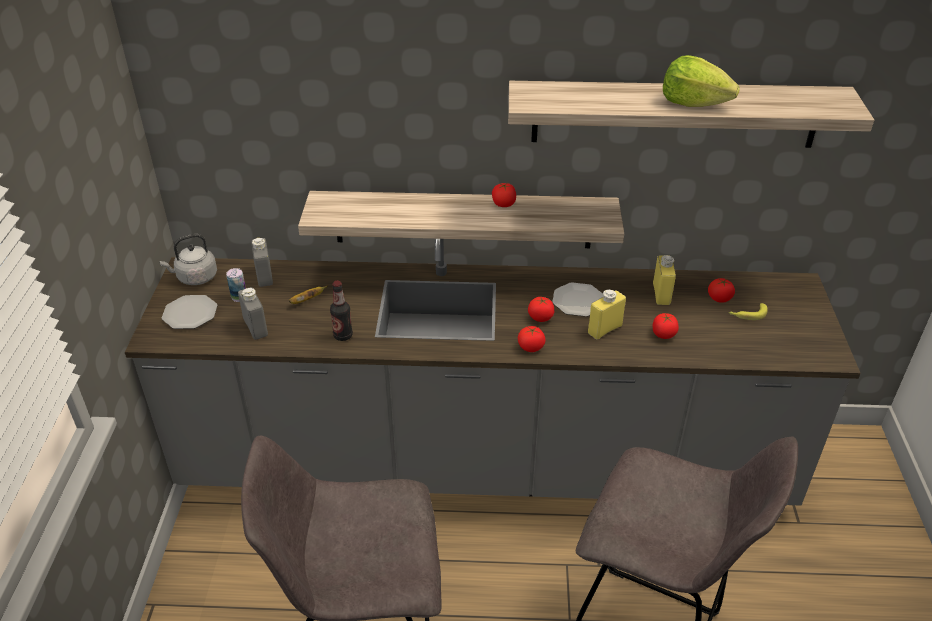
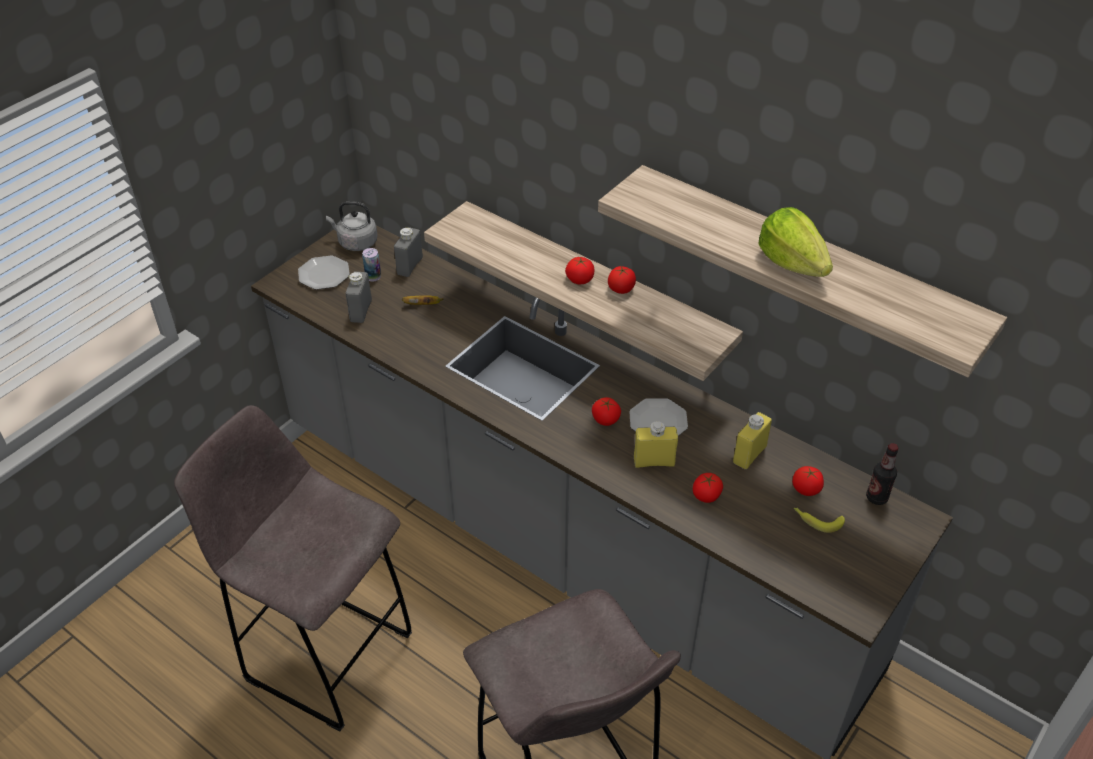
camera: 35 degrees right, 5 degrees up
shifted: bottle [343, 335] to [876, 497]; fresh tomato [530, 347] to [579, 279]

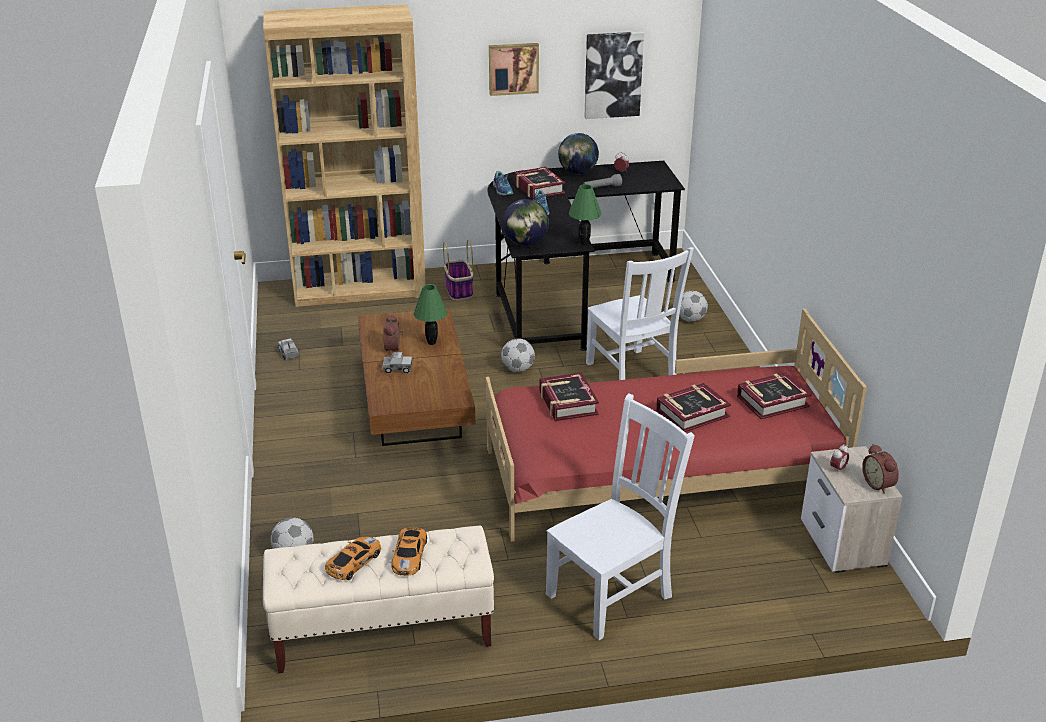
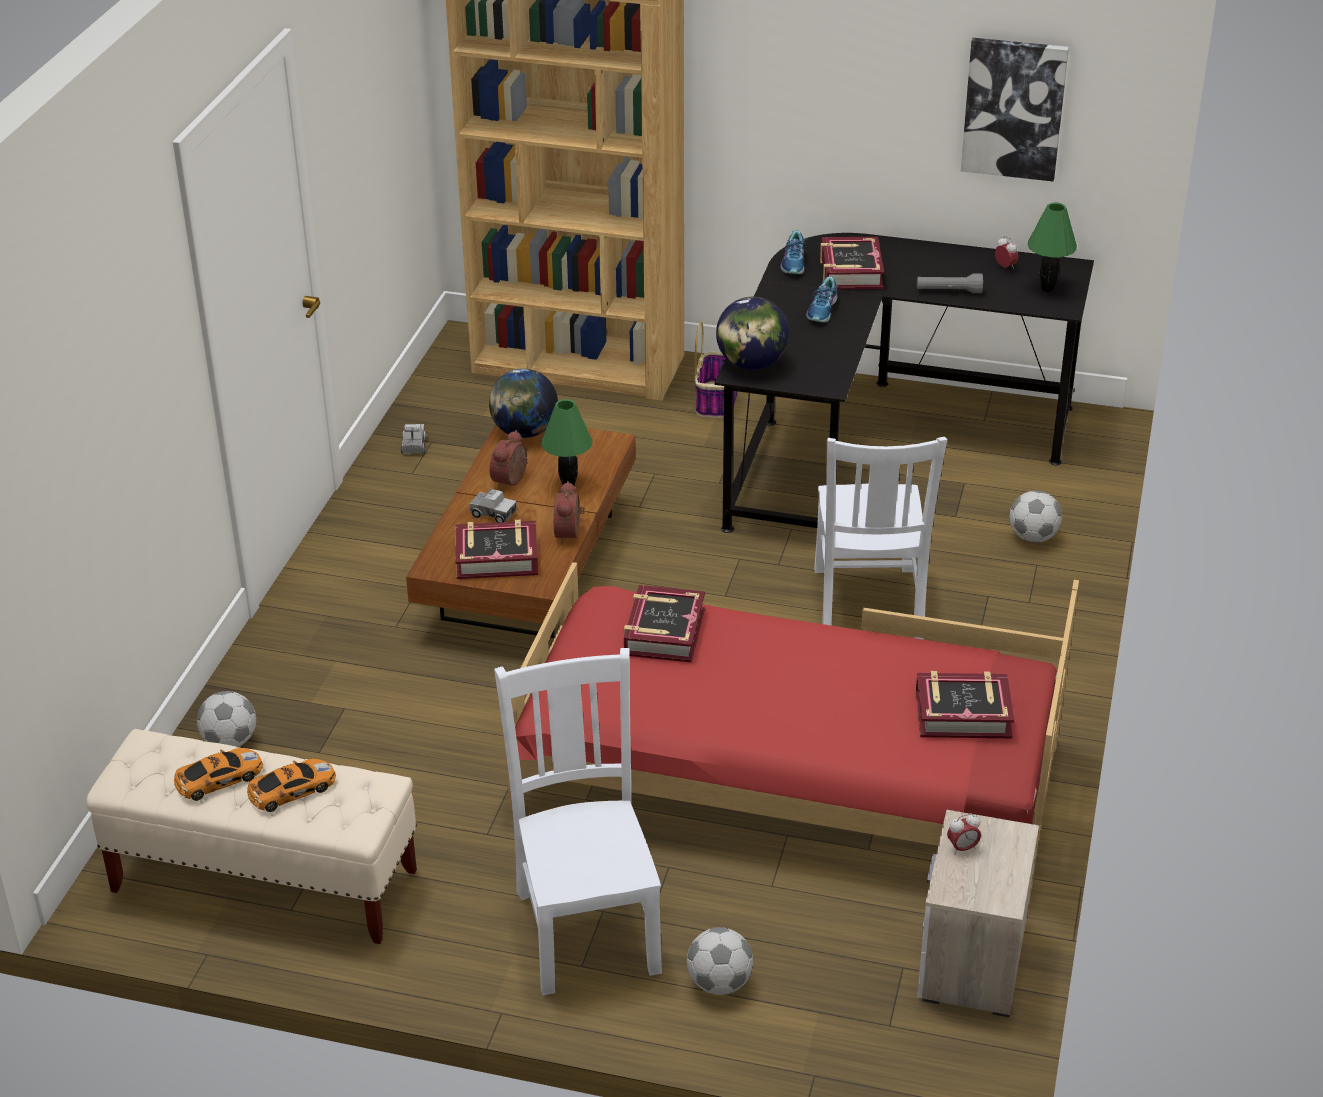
camera: 25 degrees right, 5 degrees up
gone: wall picture [513, 68]
shifted: football ball [518, 369] to [719, 984]; globe [577, 173] to [524, 432]; green tabletop lamp [584, 243] to [1047, 289]; bound book [692, 413] to [497, 557]; table clock [879, 484] to [570, 533]
rotated: model car [409, 555] = [290, 790] 150 degrees counterclockwise; white plain chair [612, 594] = [587, 927] 90 degrees counterclockwise

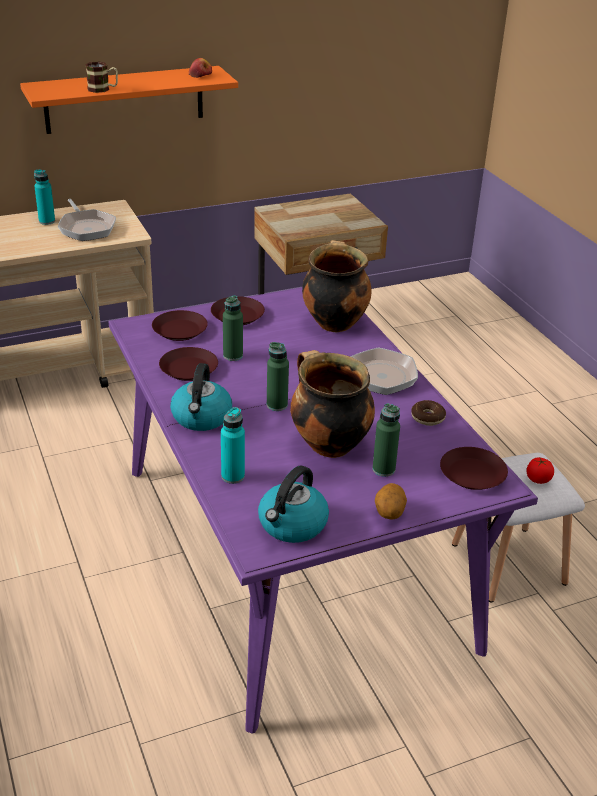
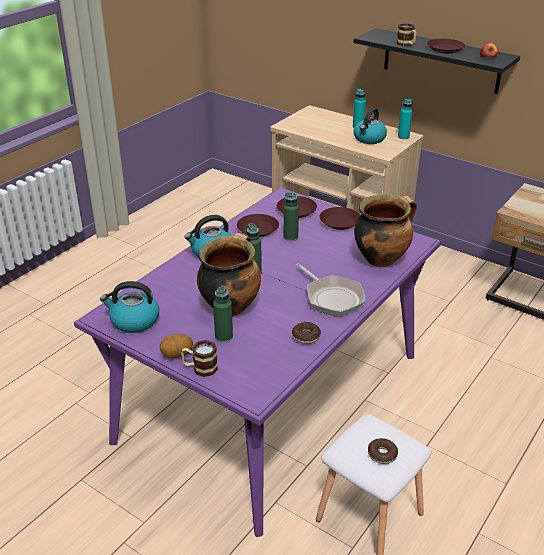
camera: 60 degrees right, 0 degrees up
new: coffee mug [200, 368]
shifted: turquoise bottle [233, 476] to [403, 137]; brown-coloured plate [473, 474] to [445, 49]
swapped: skillet [86, 228] to kettle [369, 139]; fresh tomato [538, 479] to ring doughnut [382, 454]
repainted: orangey bracket shelf [124, 99] to black bracket shelf [441, 61]

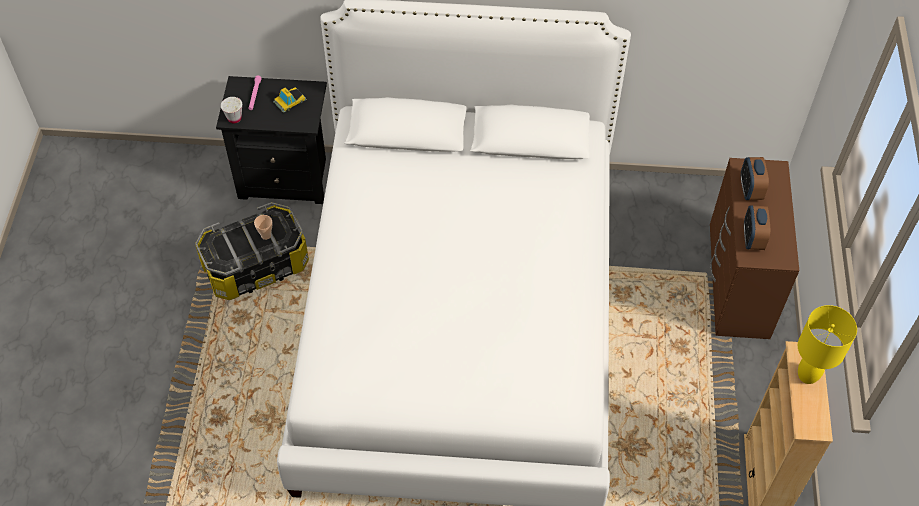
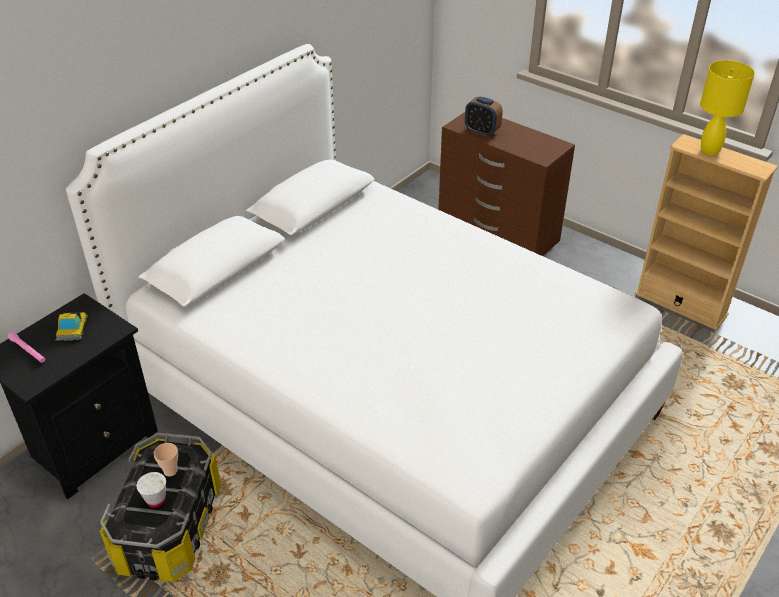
camera: 55 degrees left, 15 degrees down
gone: table clock [752, 239]
shifted: white cup [234, 118] to [156, 500]

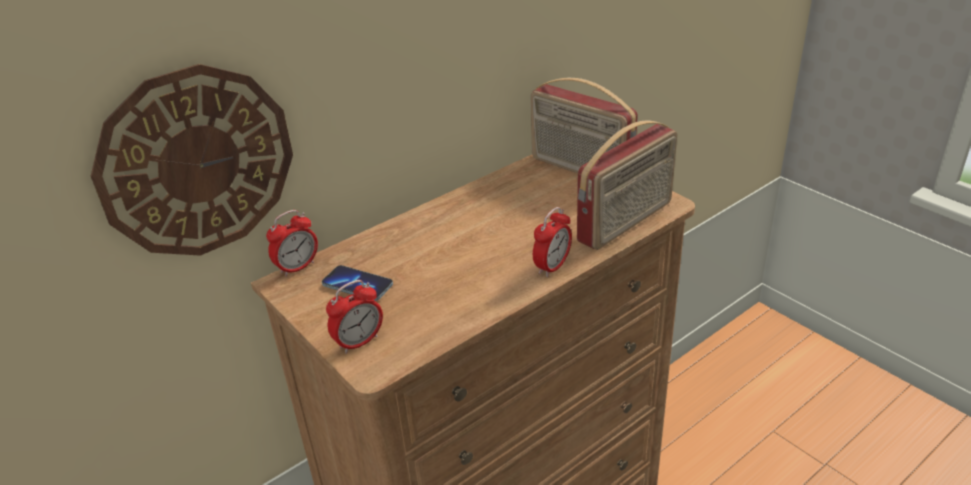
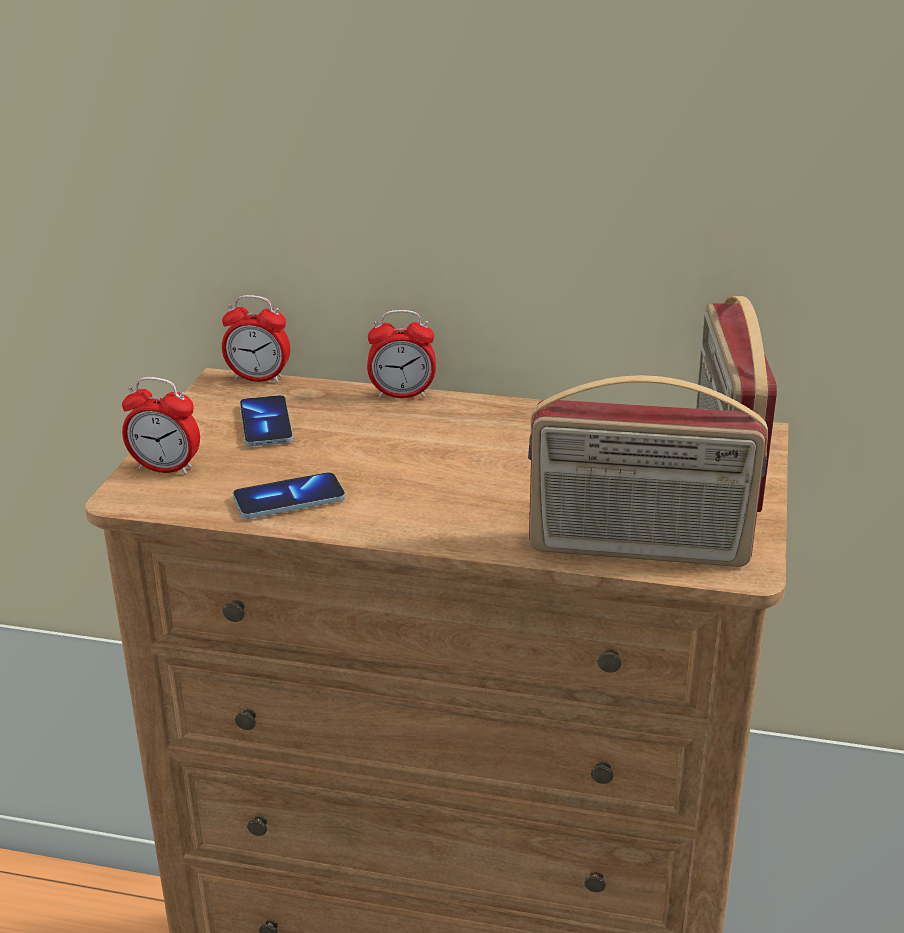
camera: 50 degrees right, 5 degrees down
gone: clock on the wall [197, 163]
new: phone [289, 499]
shifted: table clock [552, 267] to [402, 395]

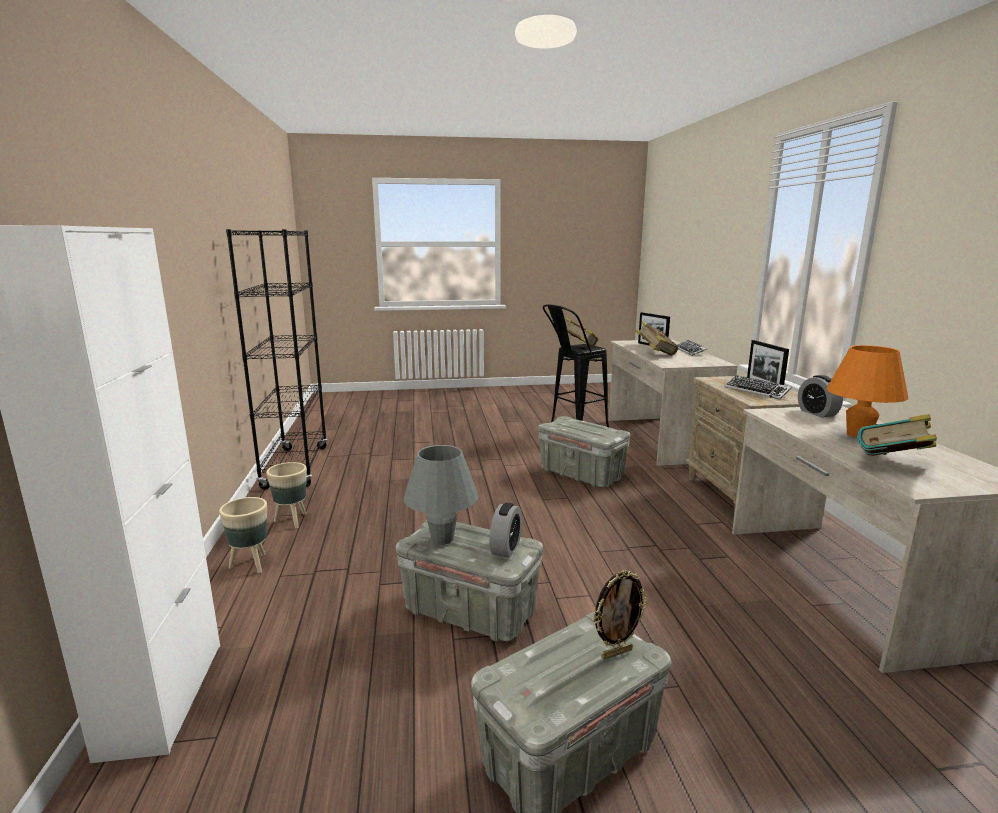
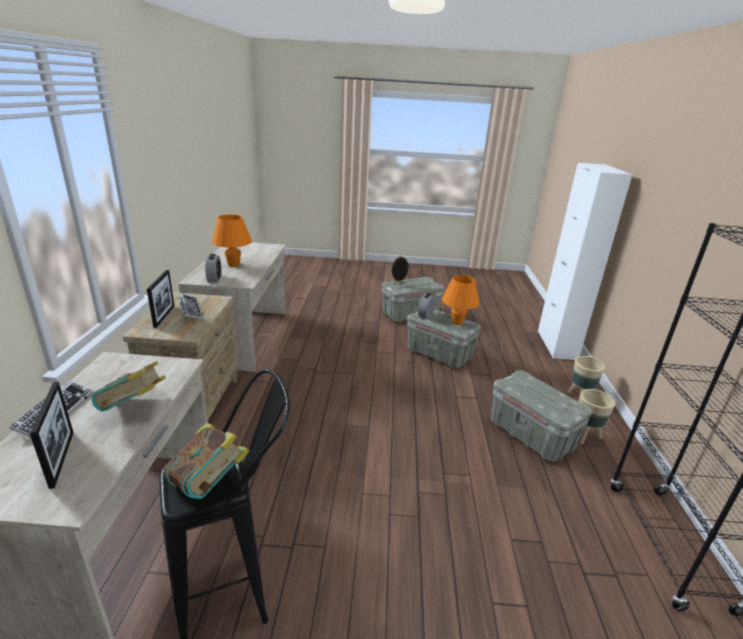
camera: 170 degrees left, 10 degrees up
gone: bound book [892, 465]
shifted: grey storage box [582, 474] to [530, 435]
repainted: grey tabletop lamp [442, 539] to orangey tabletop lamp [457, 322]

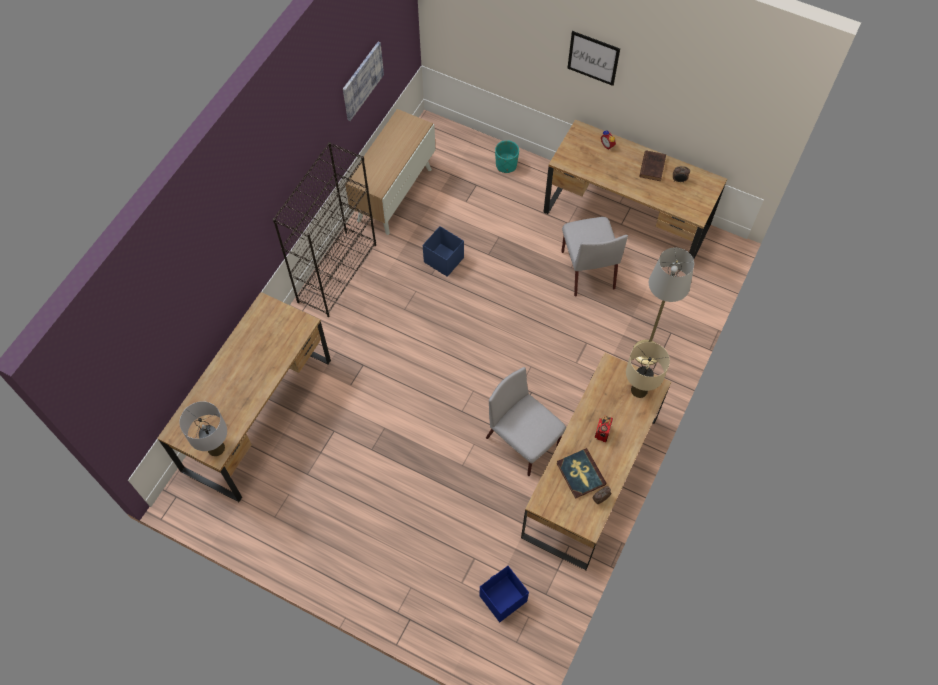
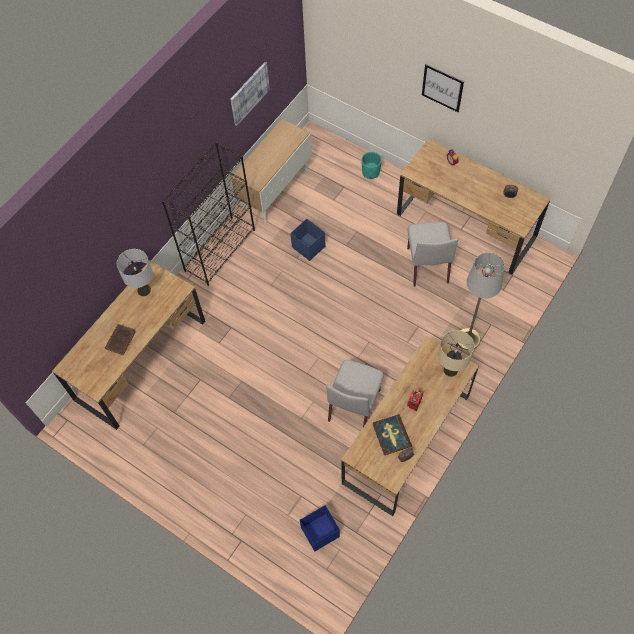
camera: 10 degrees right, 0 degrees up
shifted: grey tabletop lamp [216, 448] to [144, 290]; brown-coloured bound book [652, 166] to [121, 339]
rotated: grey plain chair [523, 442] = [354, 404] 120 degrees counterclockwise

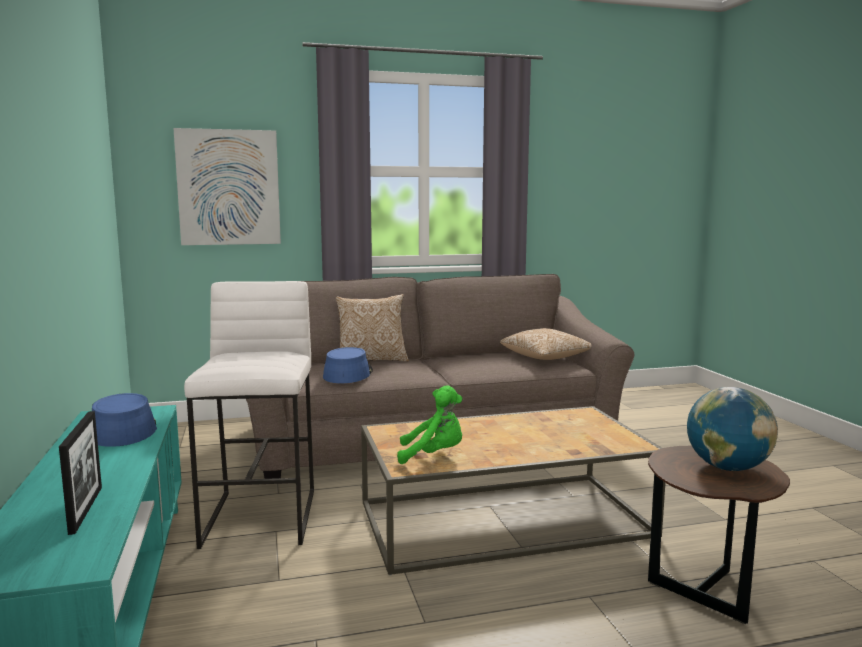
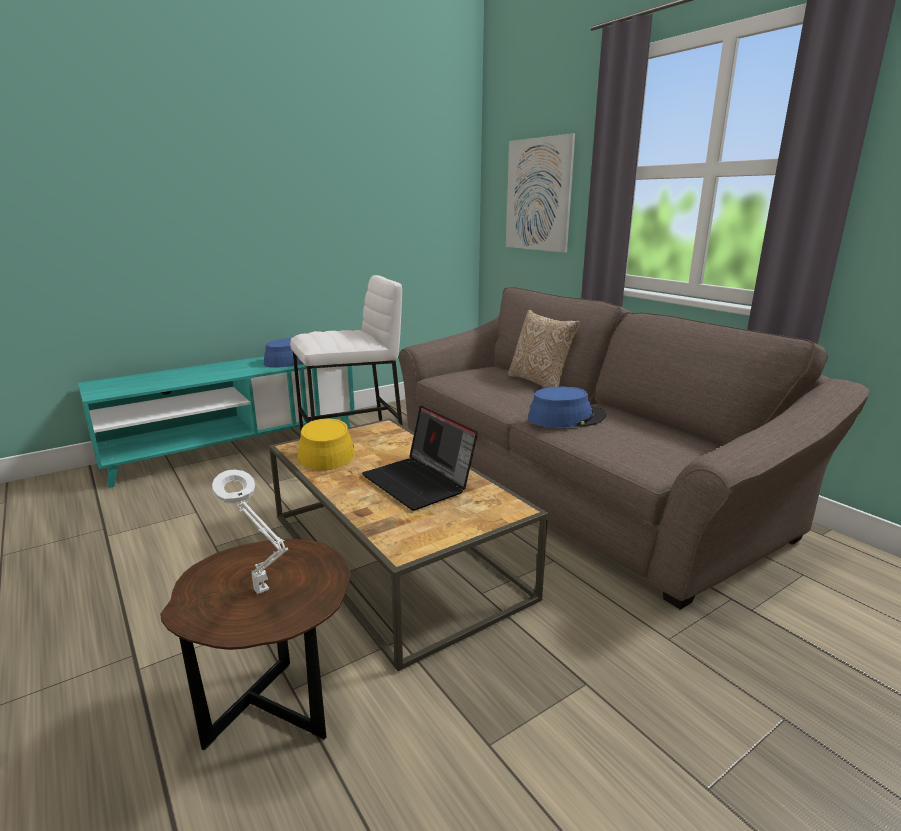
camera: 70 degrees right, 10 degrees up
gone: photo frame [86, 509]; pillow [546, 358]
new: notebook computer [420, 482]
shifted: bluish hat [348, 374] to [566, 418]
swapped: green cuddly toy [433, 455] to yellow hat [326, 452]; globe [727, 468] to white tabletop lamp [263, 593]

